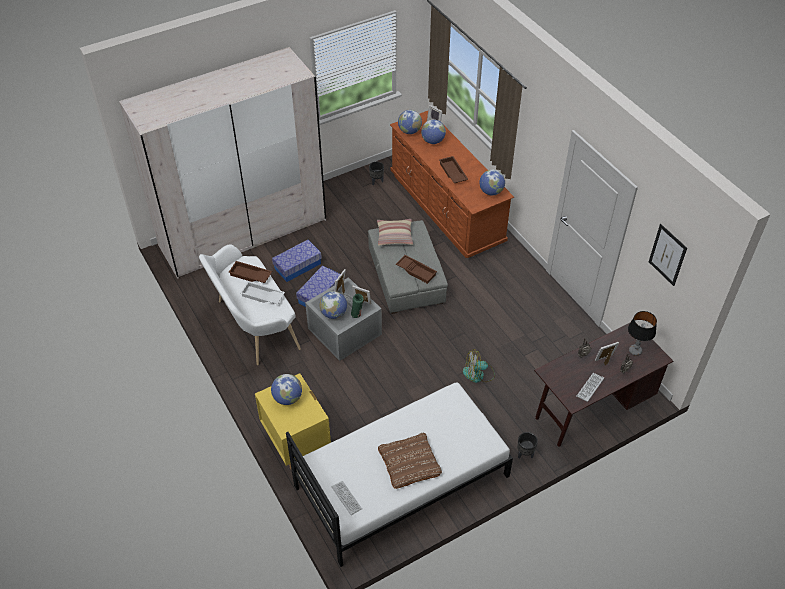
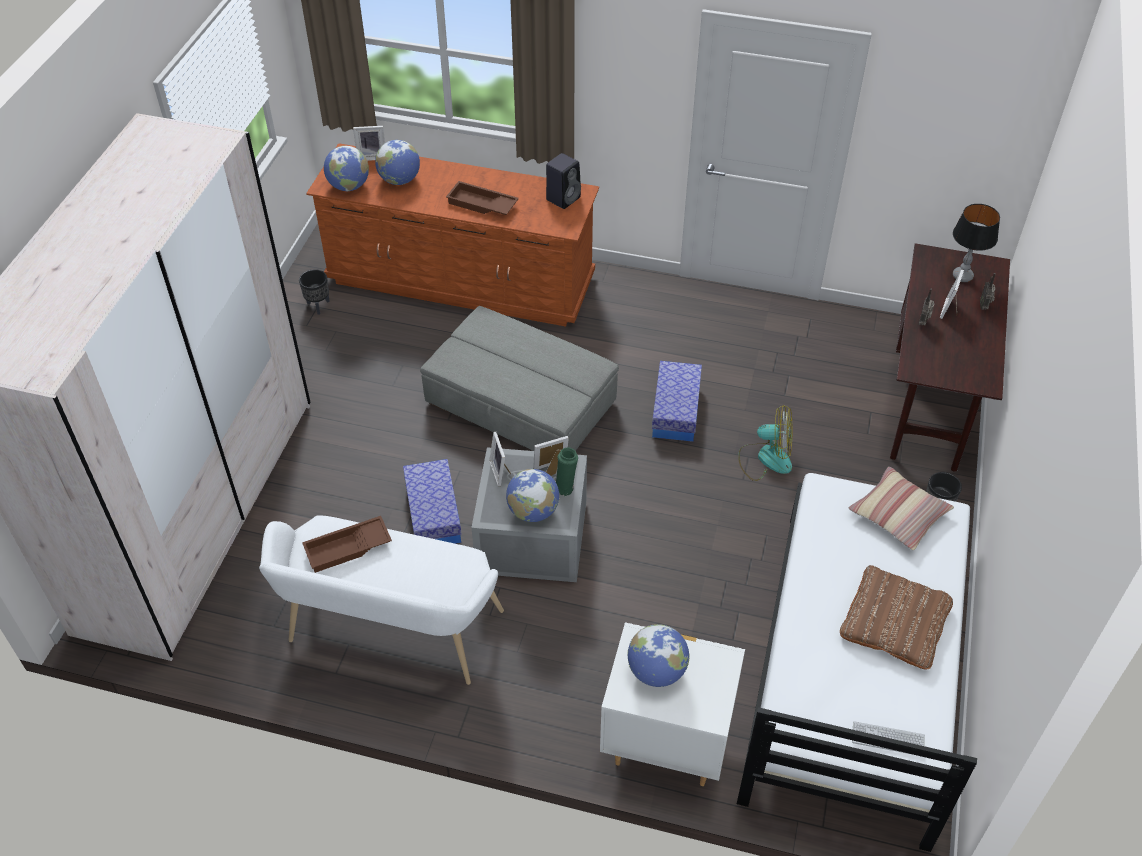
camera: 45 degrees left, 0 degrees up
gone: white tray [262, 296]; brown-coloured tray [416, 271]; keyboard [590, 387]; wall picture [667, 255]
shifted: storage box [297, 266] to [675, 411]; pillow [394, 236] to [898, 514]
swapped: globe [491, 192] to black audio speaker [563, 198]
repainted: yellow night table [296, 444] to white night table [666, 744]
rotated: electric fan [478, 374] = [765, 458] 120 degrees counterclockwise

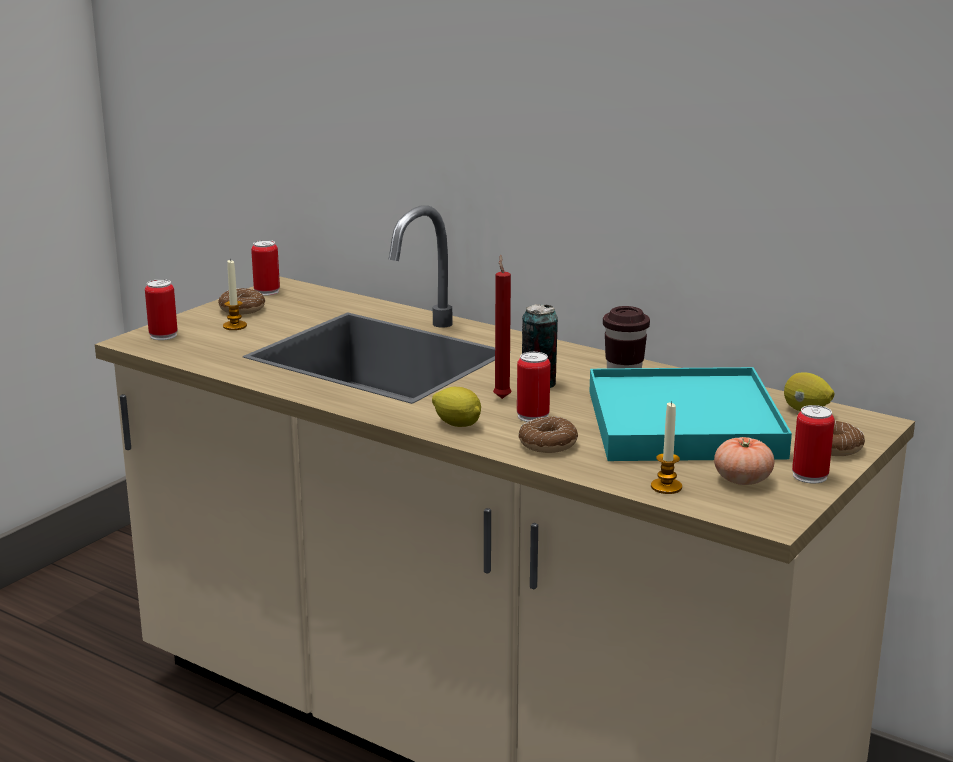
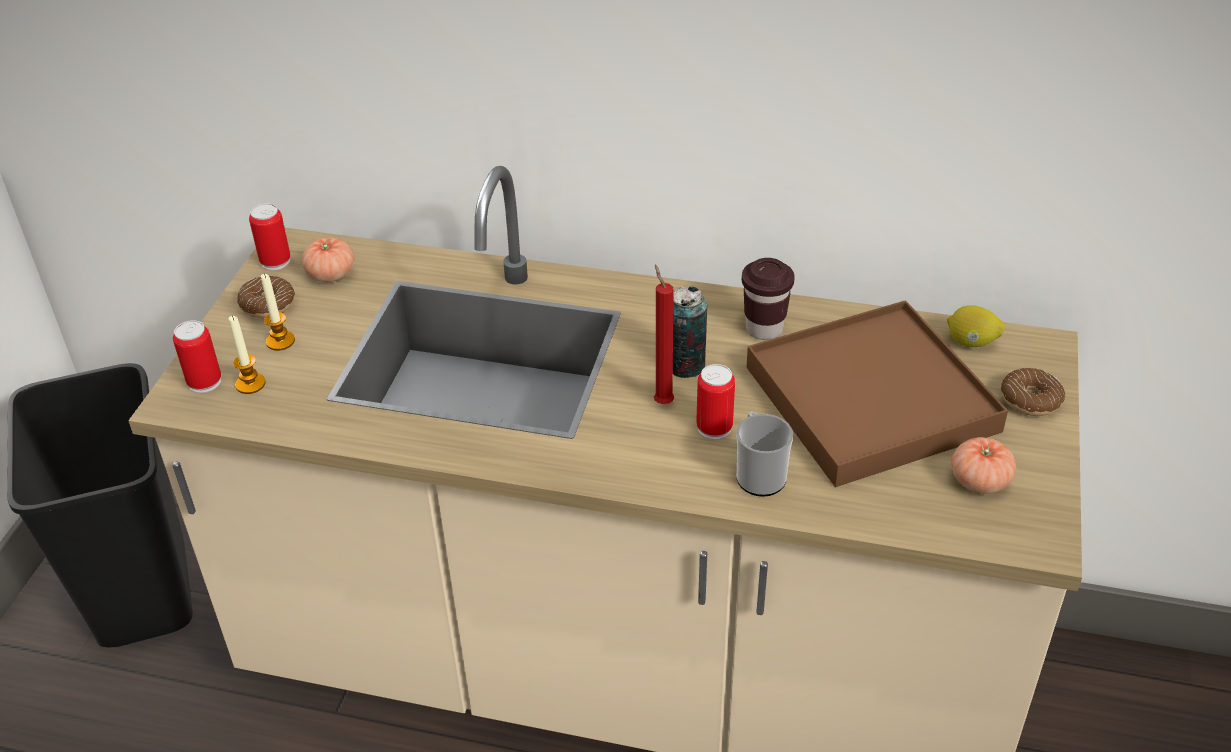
camera: 20 degrees left, 20 degrees up
gone: lemon [457, 424]; can [810, 476]
new: black trash can [145, 593]; fresh tomato [331, 274]
shifted: wax candle [666, 487] to [250, 384]
swapped: ring doughnut [548, 444] to coffee mug [759, 474]
repainted: turquoise tray [683, 424] to brown-coloured tray [870, 399]

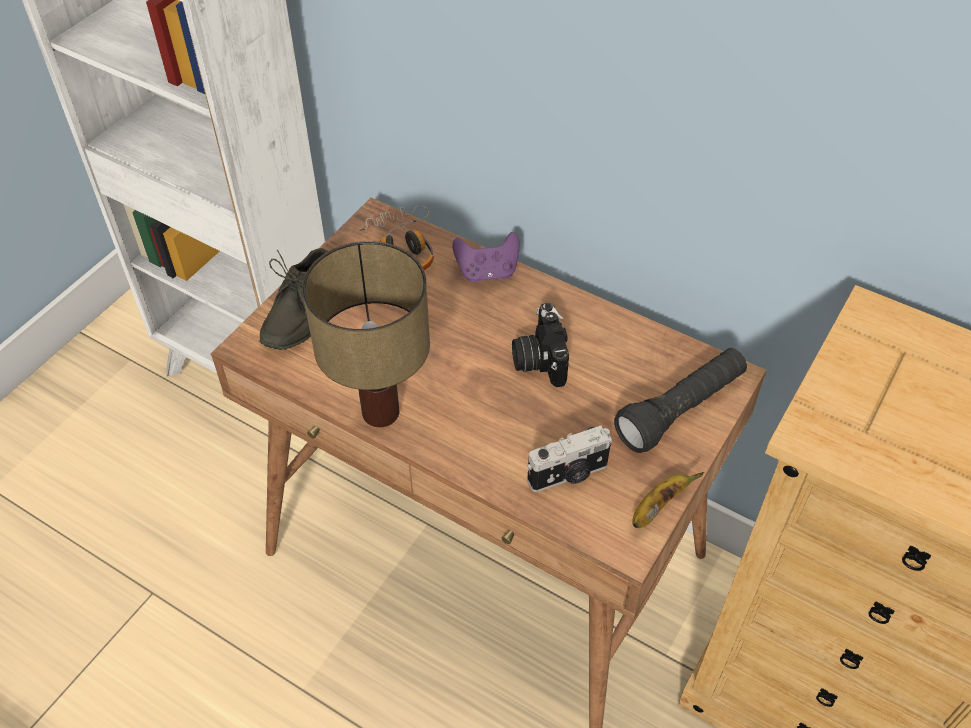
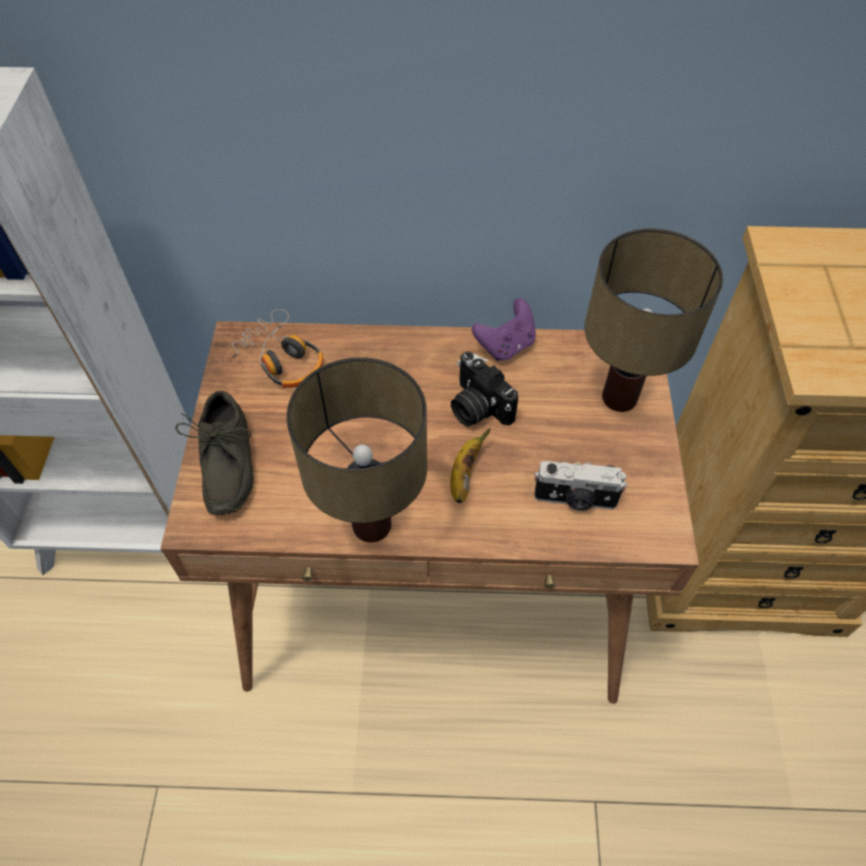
camera: 30 degrees left, 5 degrees up
shifted: purplish joypad [487, 272] to [506, 345]; banana [658, 506] to [464, 475]
swapped: black hand torch [680, 410] to tabletop lamp [621, 397]
rotated: photo camera [569, 475] = [575, 500] 60 degrees clockwise

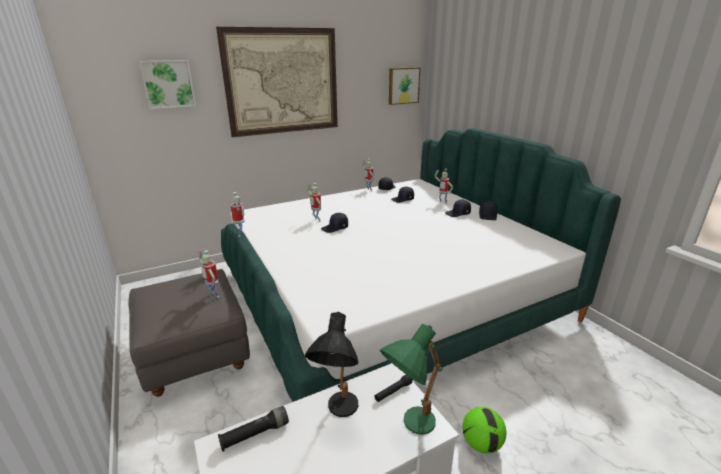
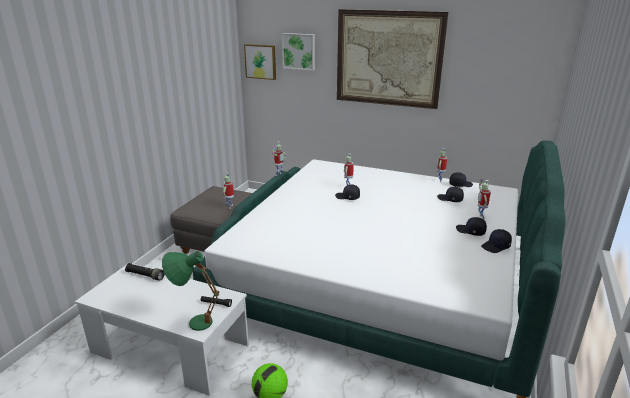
camera: 50 degrees right, 0 degrees up
gone: black tabletop lamp [338, 413]
shifted: wall picture [403, 85] to [261, 61]

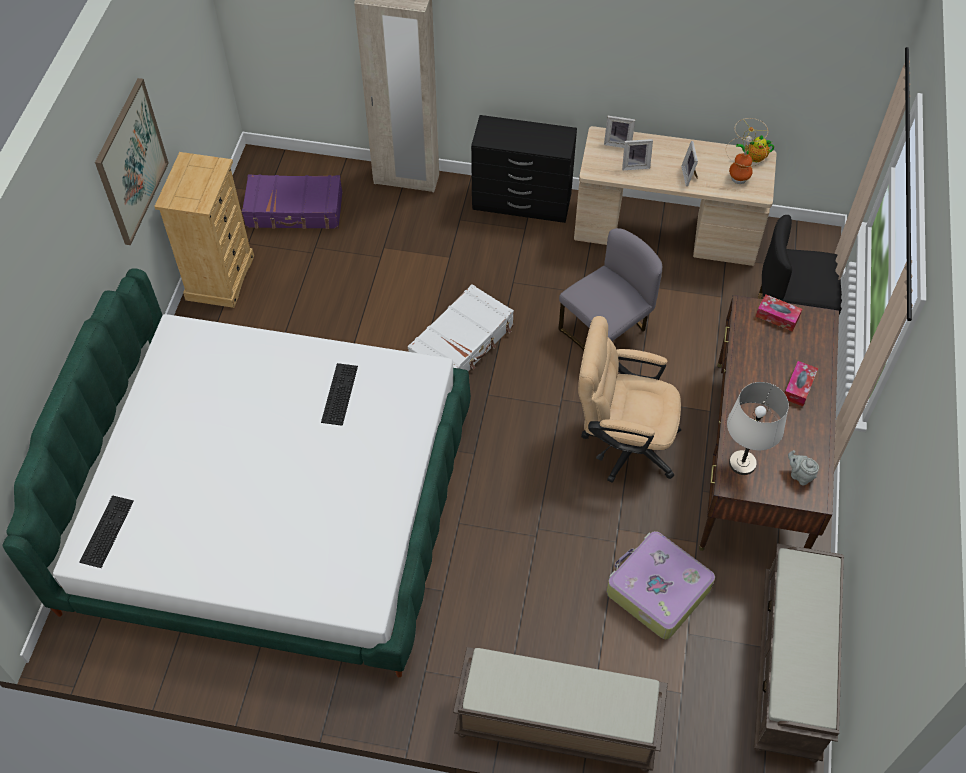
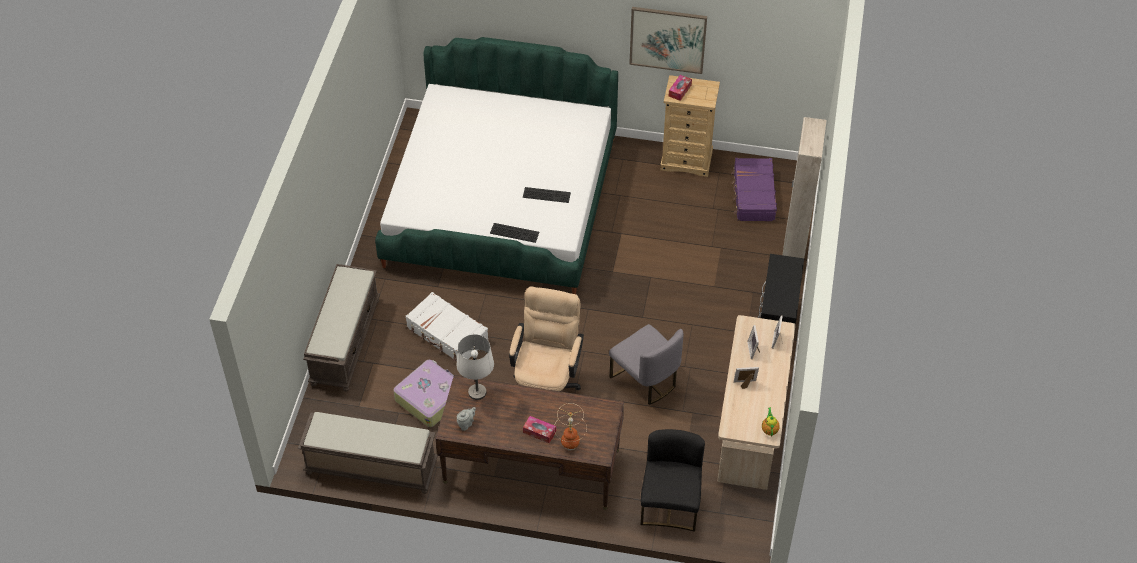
camera: 90 degrees right, 5 degrees down
shifted: keyboard [106, 530] to [515, 232]; white travel case [462, 344] to [447, 334]; tabletop lamp [738, 178] to [570, 445]; tissue holder [777, 316] to [680, 90]

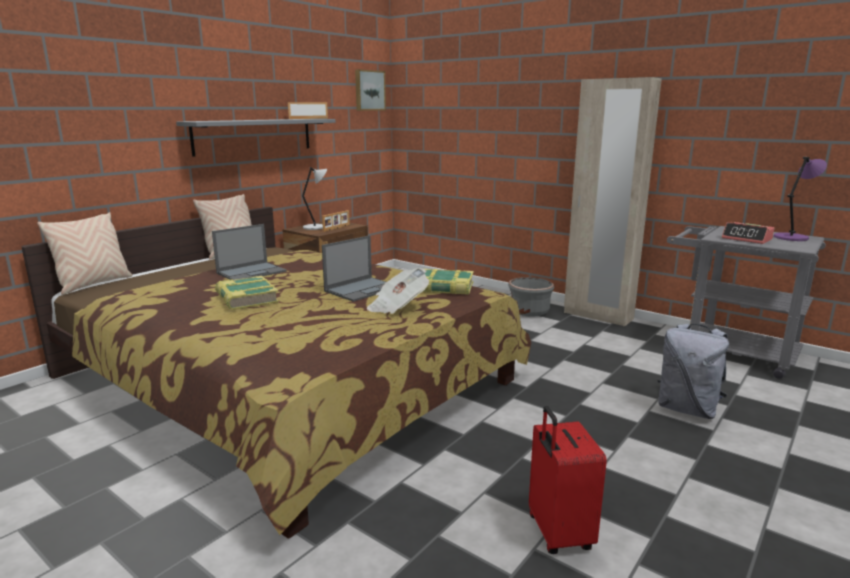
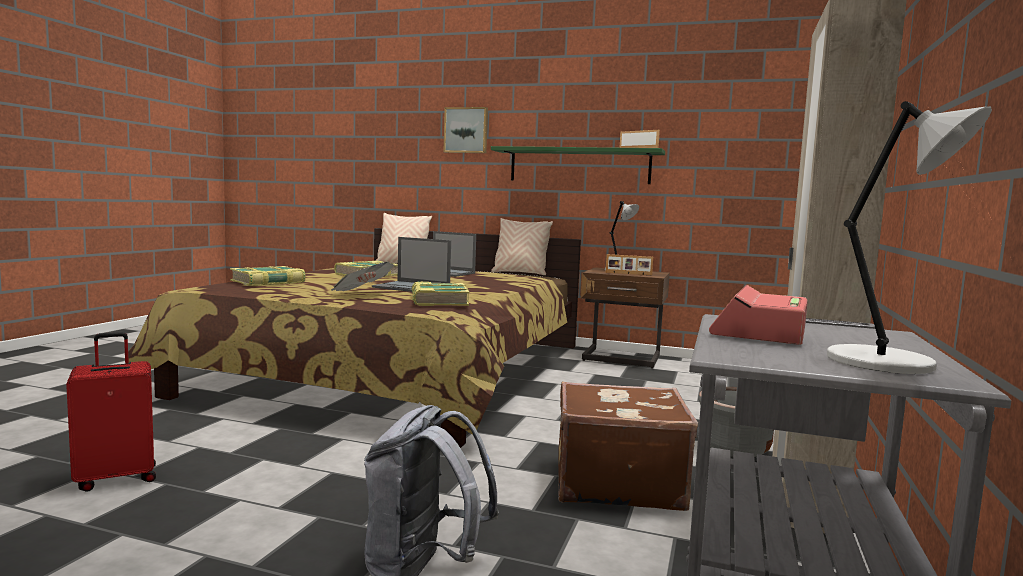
camera: 70 degrees right, 10 degrees down
new: bound book [268, 282]; brown-coloured travel case [616, 483]
shifted: wall picture [369, 90] to [466, 130]
repainted: grey bracket shelf [254, 136] to green bracket shelf [579, 166]; purplish tabletop lamp [792, 237] to grey tabletop lamp [886, 363]

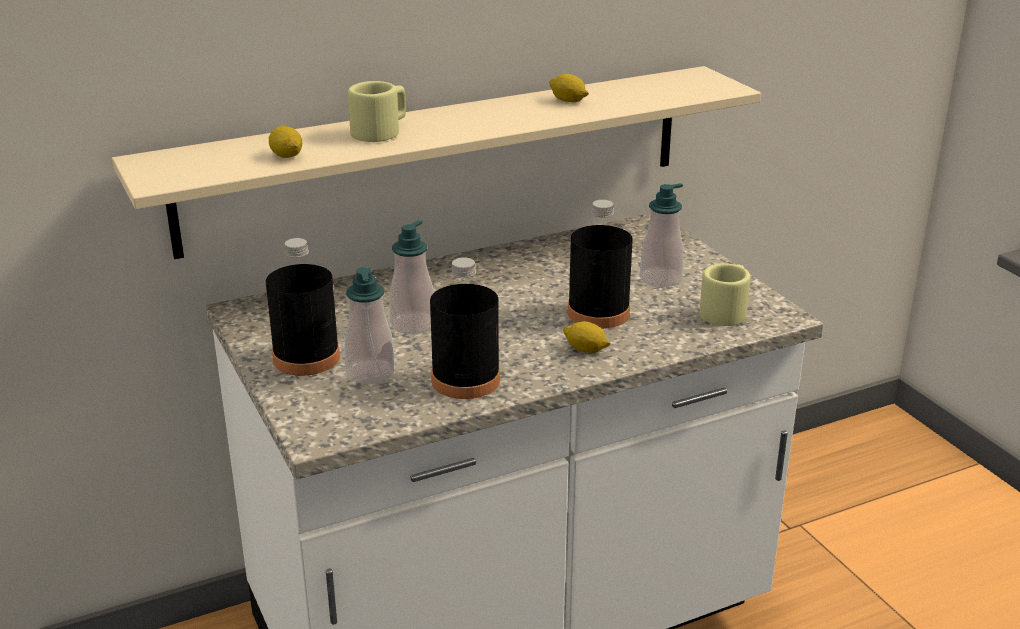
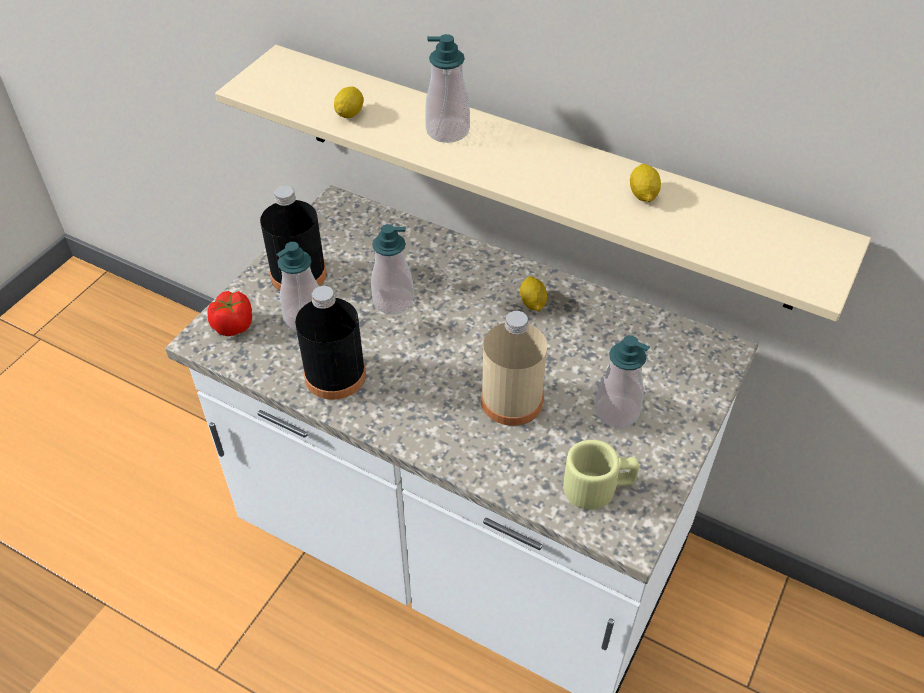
camera: 55 degrees right, 20 degrees up
new: fresh tomato [233, 325]
shifted: lemon [586, 350] to [532, 302]
swapped: beige-coloured coffee mug [381, 131] to soap bottle [447, 131]
repainted: black bottle [598, 313] to beige-coloured bottle [511, 400]

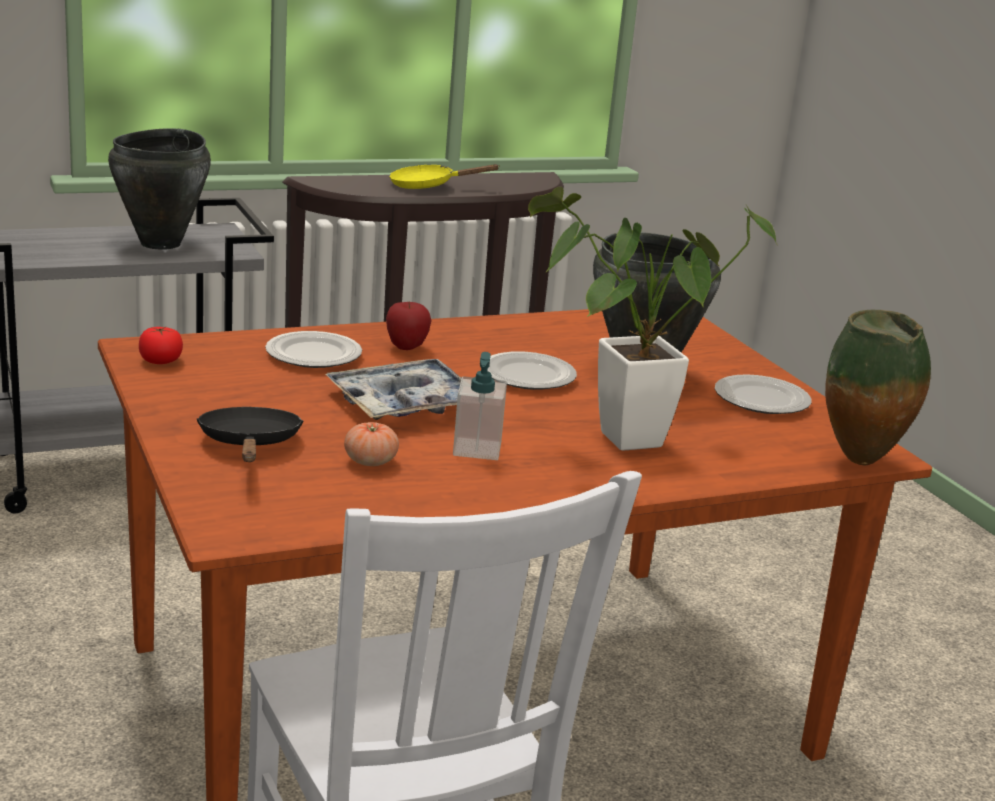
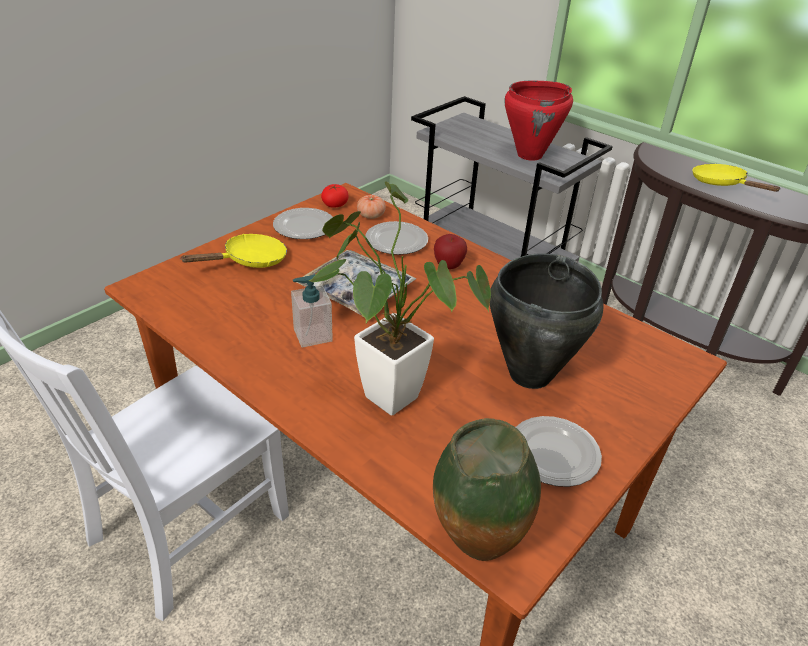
camera: 65 degrees right, 15 degrees up
shifted: fresh tomato [370, 461] to [371, 215]; plate [527, 376] to [304, 226]
repainted: black cooking pot [162, 243] to red-coloured cooking pot [530, 155]; black skillet [250, 445] to yellow skillet [249, 261]

